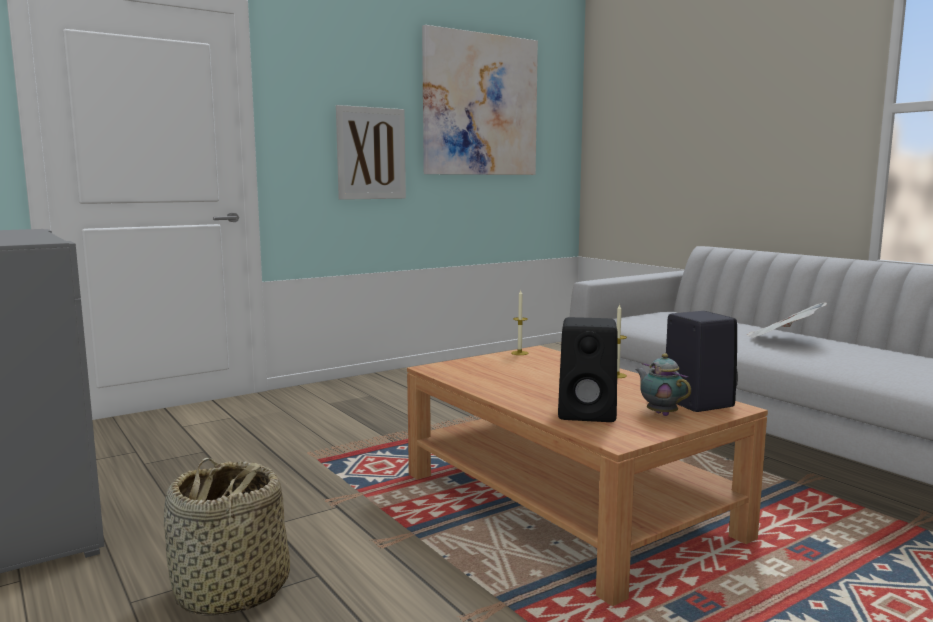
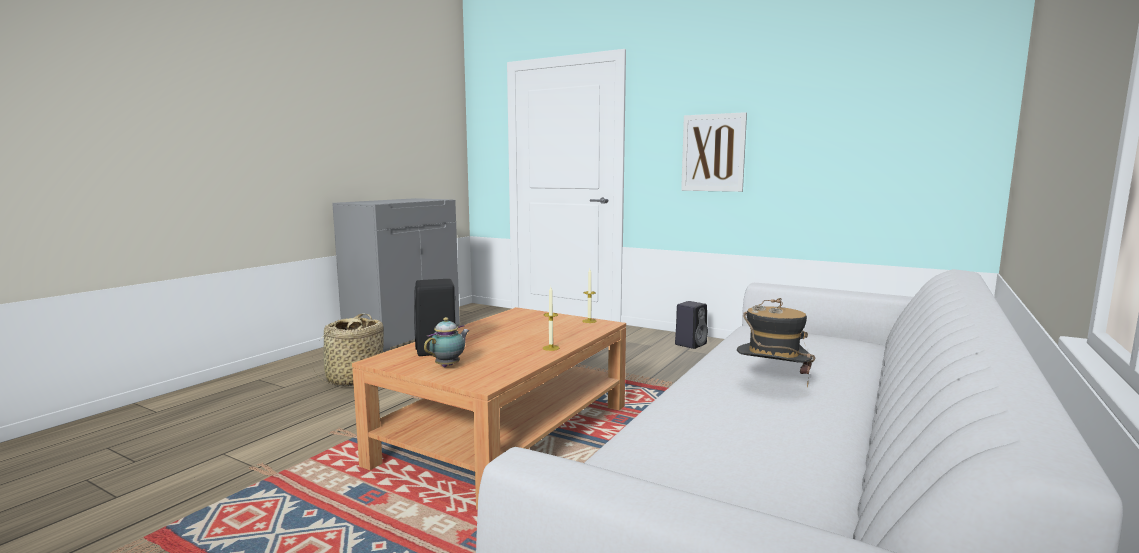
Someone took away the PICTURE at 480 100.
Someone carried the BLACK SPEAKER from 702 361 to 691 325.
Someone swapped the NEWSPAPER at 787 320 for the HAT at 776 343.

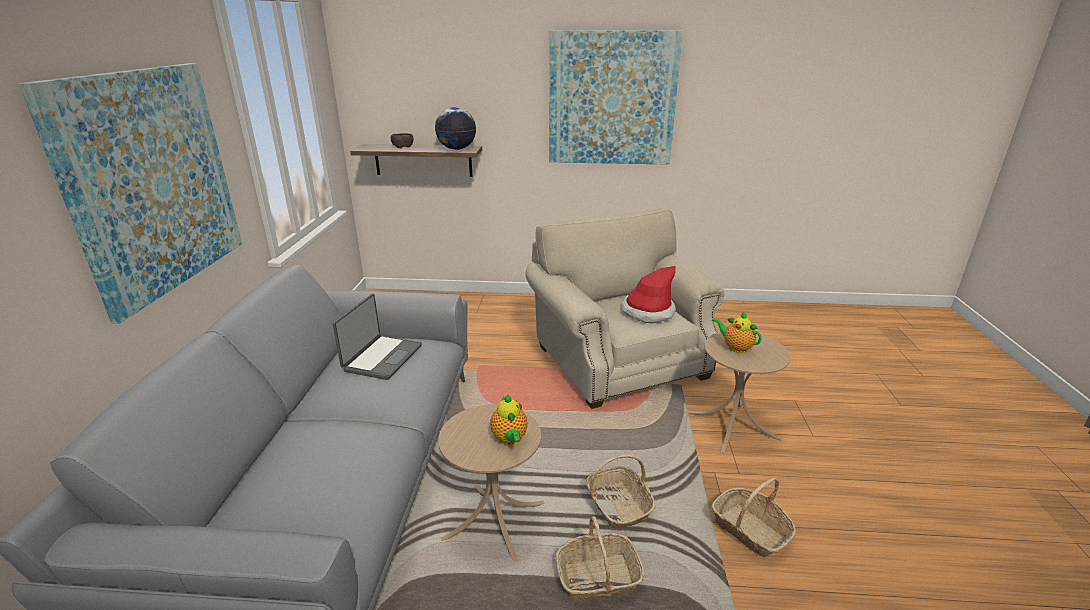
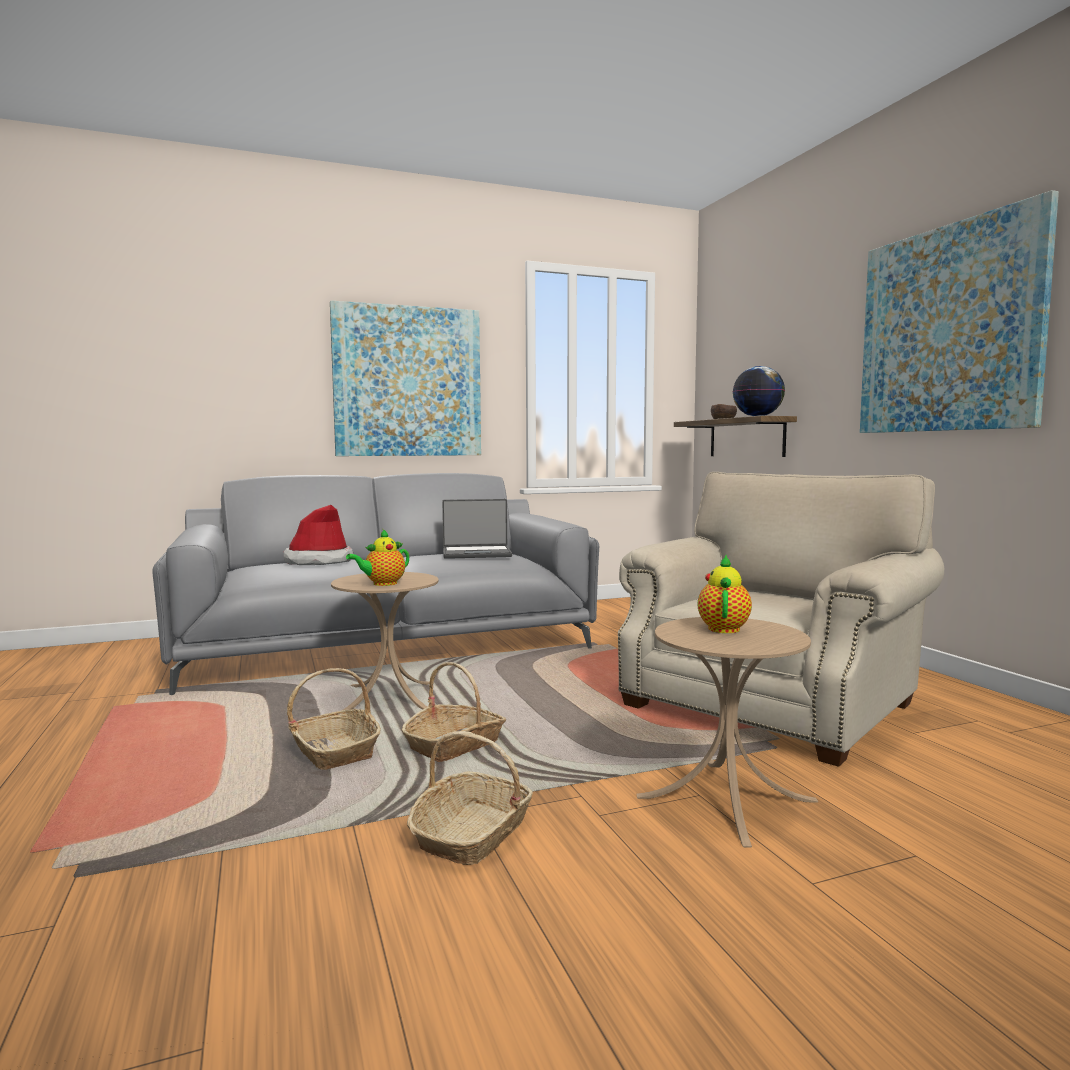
Someone carried the HAT from 649 294 to 318 535.

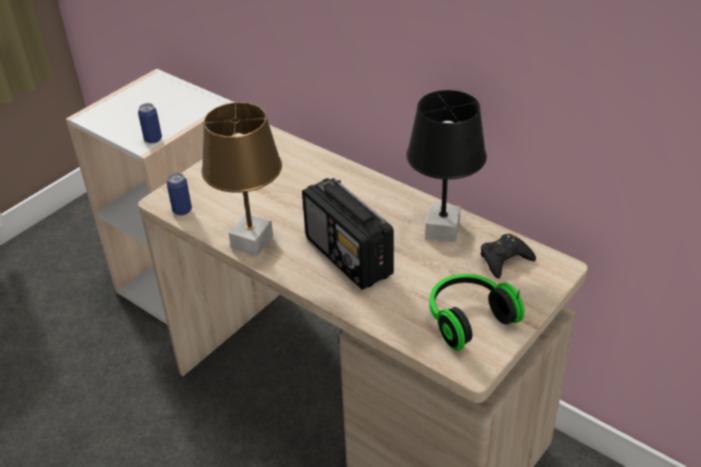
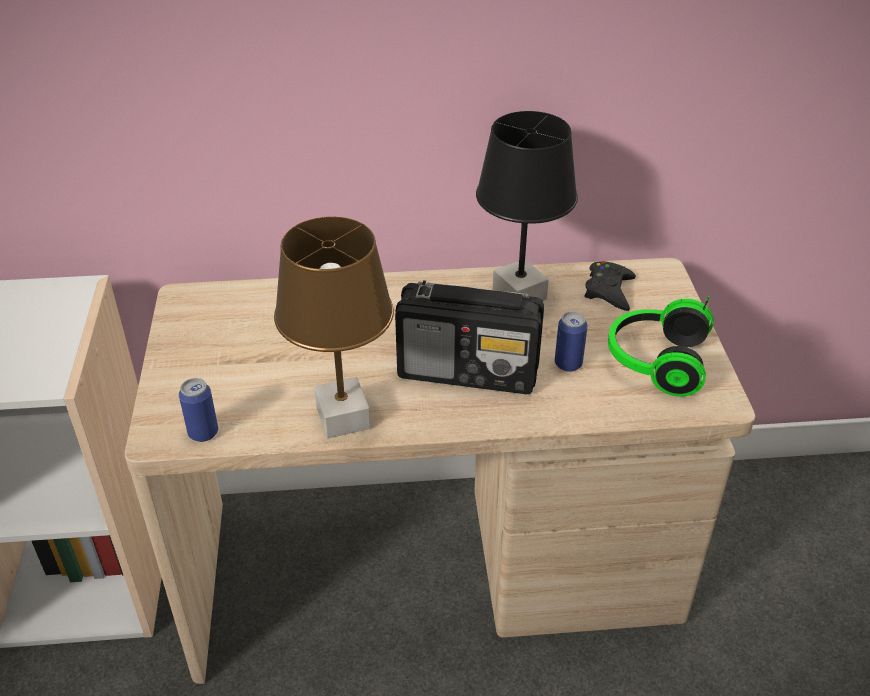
Someone carried the CAN from 150 123 to 571 341.

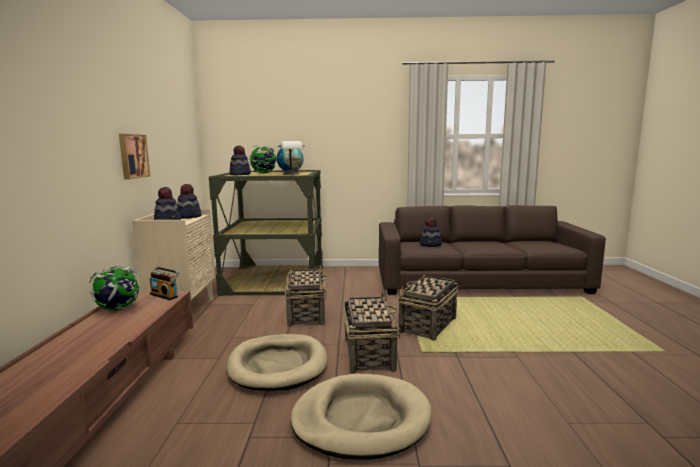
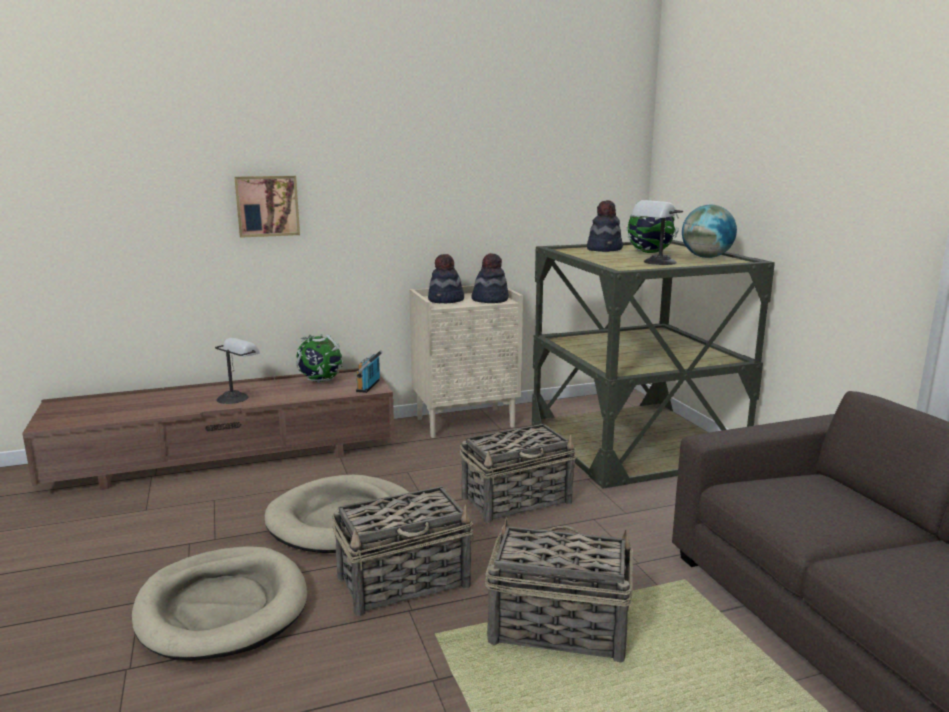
Someone carried the PICTURE from 134 157 to 267 207.
Someone took away the HAT at 431 232.
Someone put down the TABLE LAMP at 237 371.

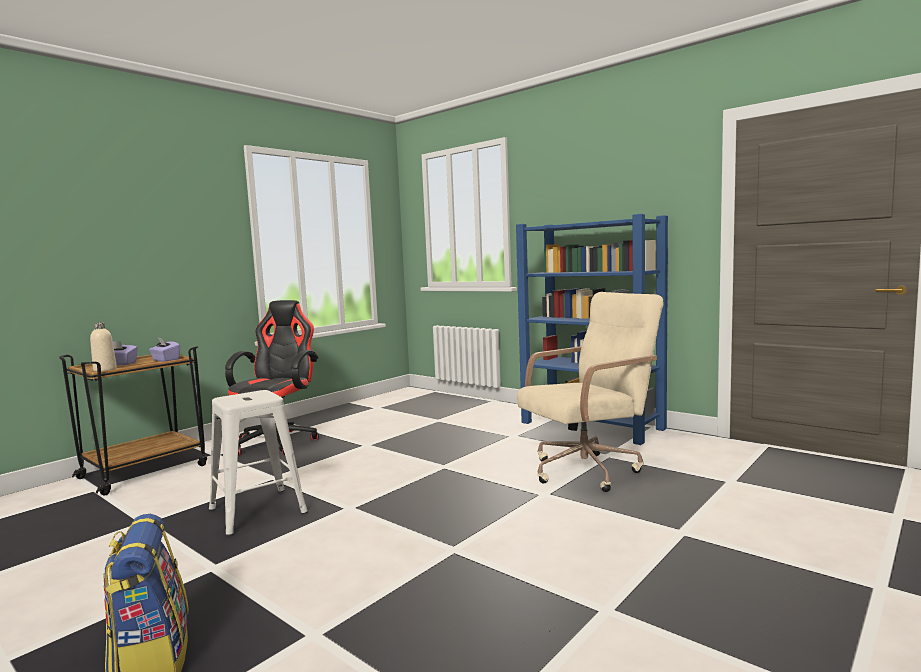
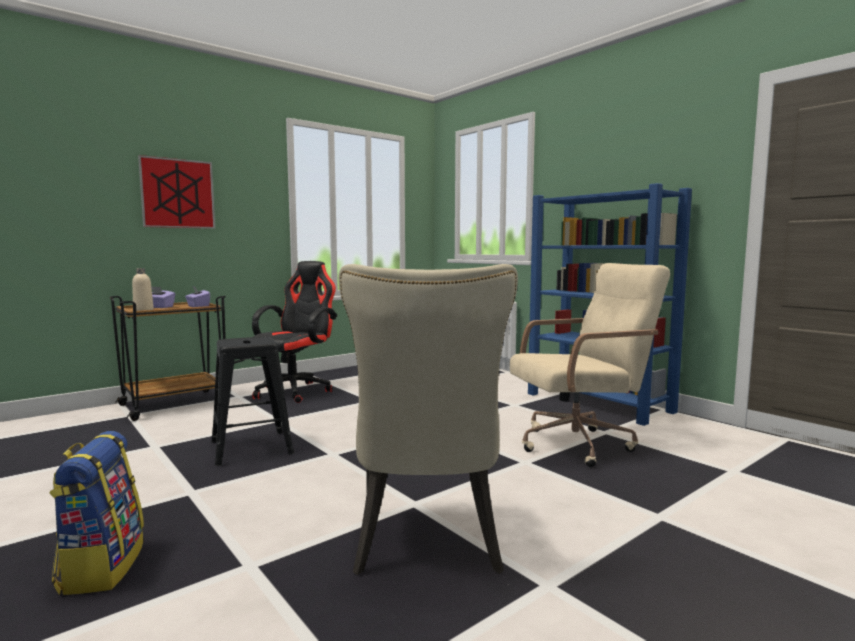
Someone repainted the WHITE STOOL at 258 463, which became the BLACK STOOL at 253 401.
Someone put up the PICTURE at 176 192.
Someone put down the BEIGE CHAIR at 428 419.

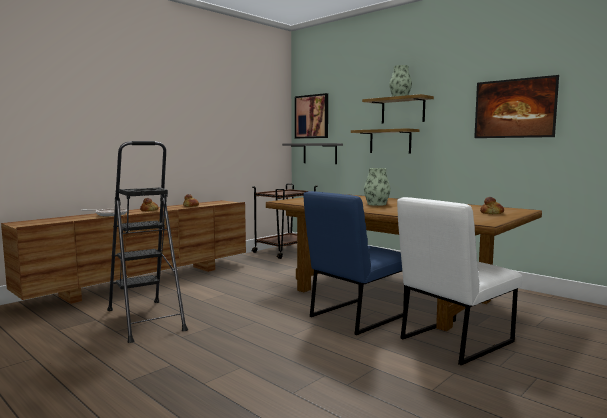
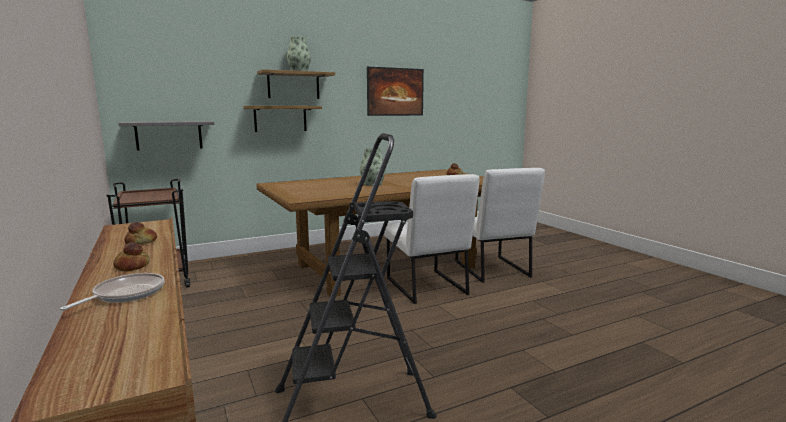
Someone took away the PICTURE at 311 116.
Someone repainted the BLUE CHAIR at 354 263, which became the WHITE CHAIR at 432 239.

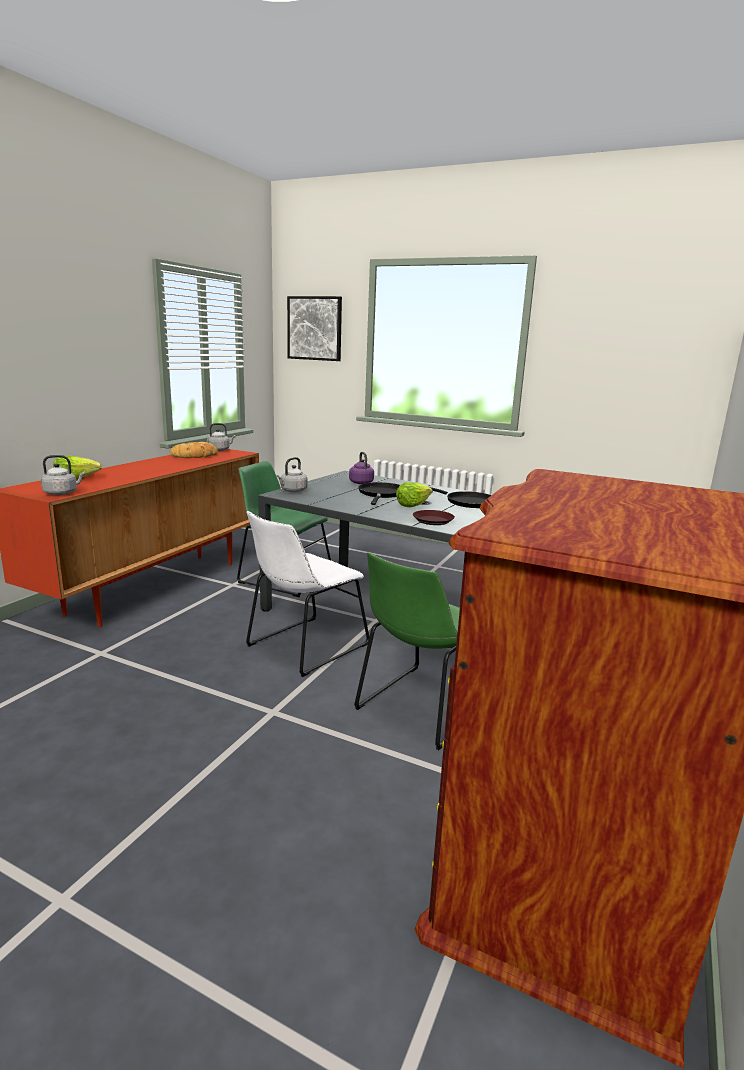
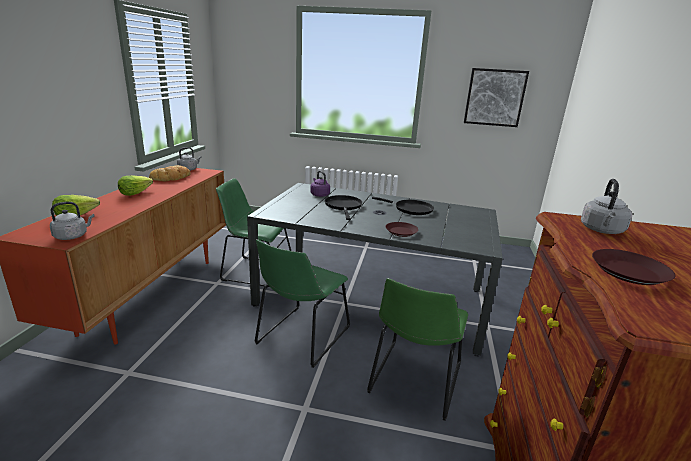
Someone repainted the WHITE CHAIR at 307 594, which became the GREEN CHAIR at 302 303.
Someone carried the GREY KETTLE from 292 474 to 606 206.
Someone carried the PICTURE from 314 328 to 496 97.
Someone carried the LETTUCE from 414 494 to 135 186.
Someone put down the BROWN PLATE at 634 267.

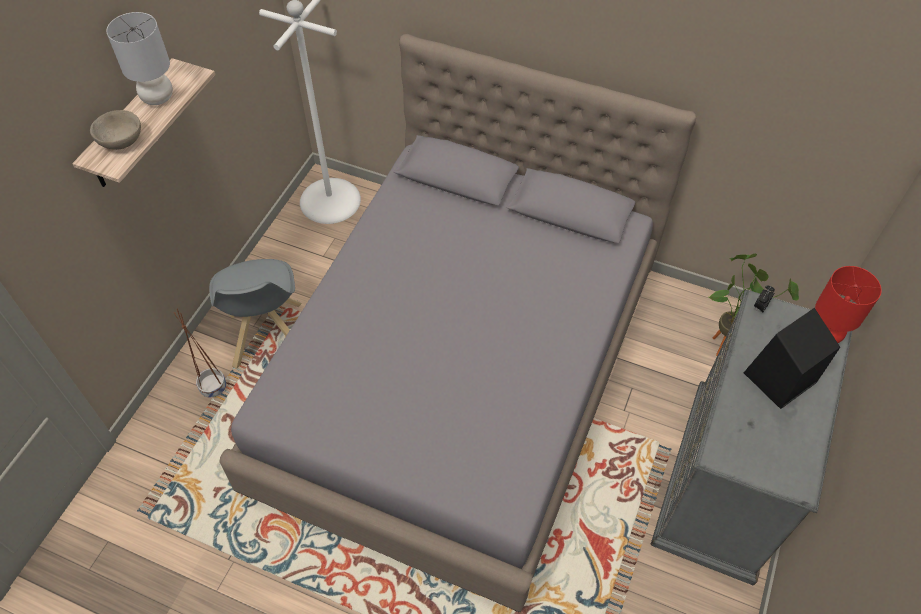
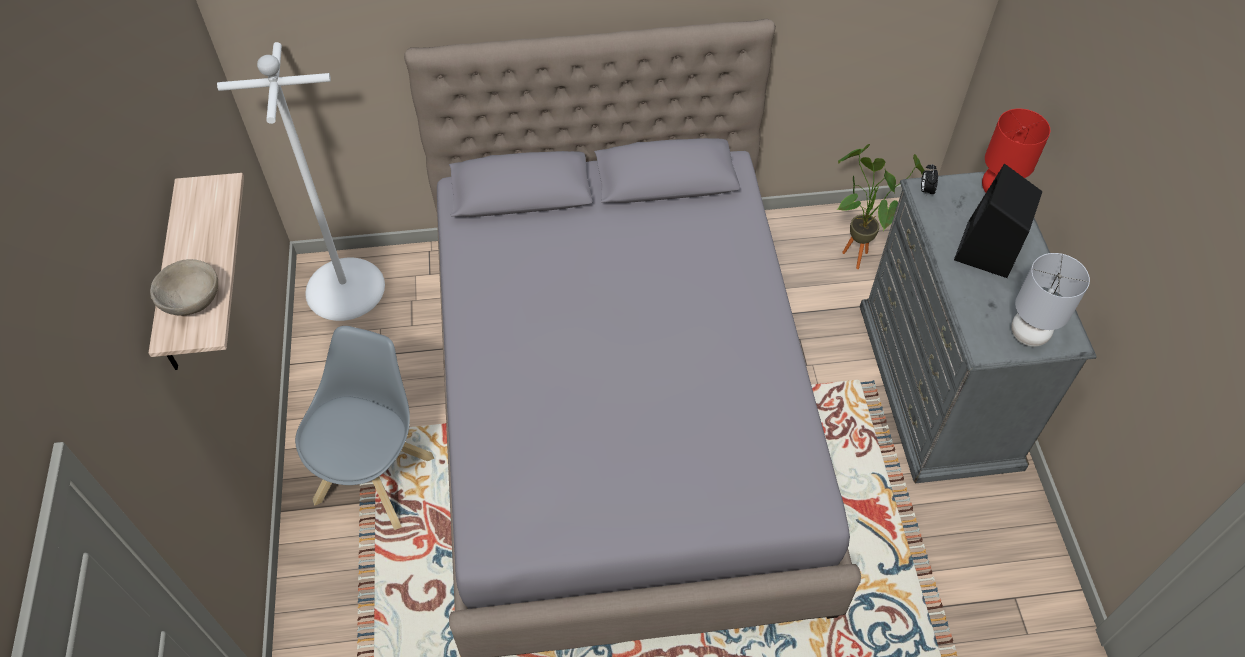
Someone carried the GREY TABLE LAMP from 139 58 to 1050 300.
Someone took away the BROWN PLANTER at 200 352.
Someone rotated the GREY CHAIR at 255 314 by 120 degrees counterclockwise.

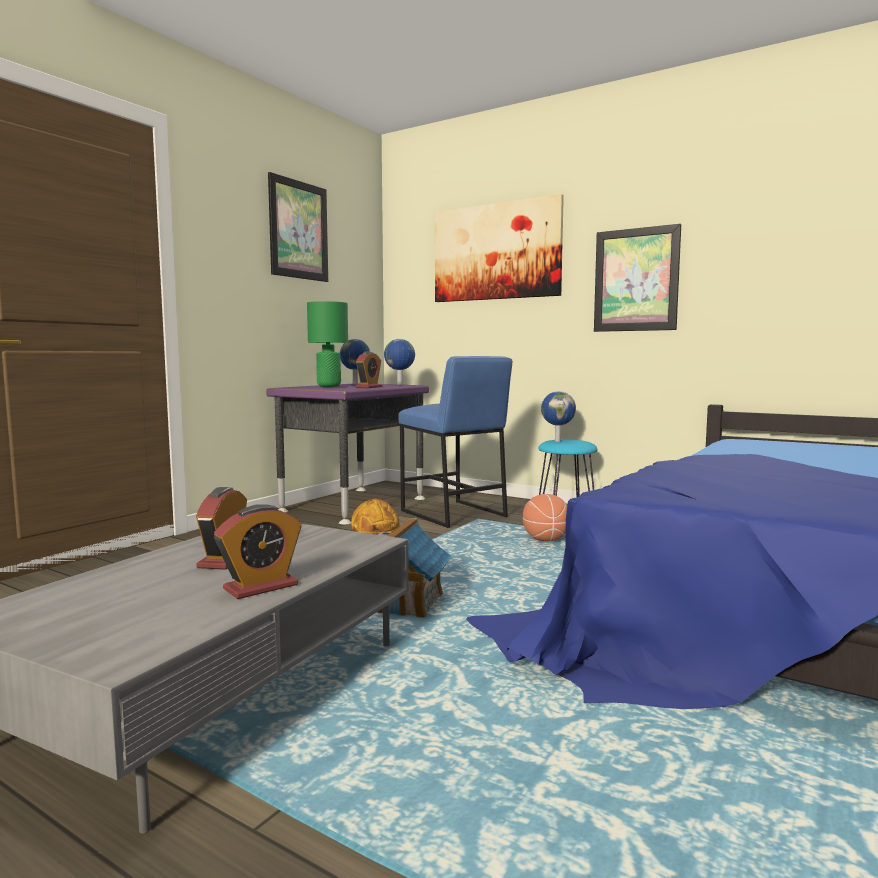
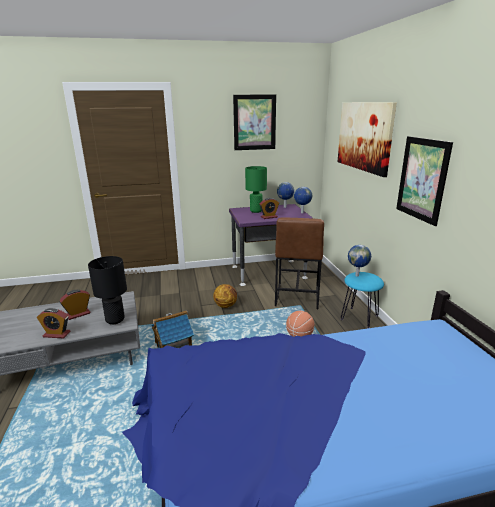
Someone repainted the BLUE CHAIR at 455 442, which became the BROWN CHAIR at 299 263.
Someone put down the BLACK TABLE LAMP at 107 290.

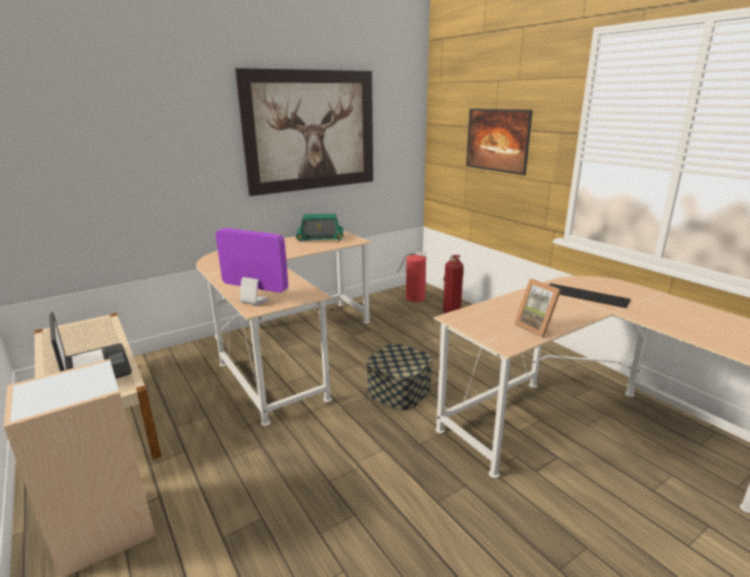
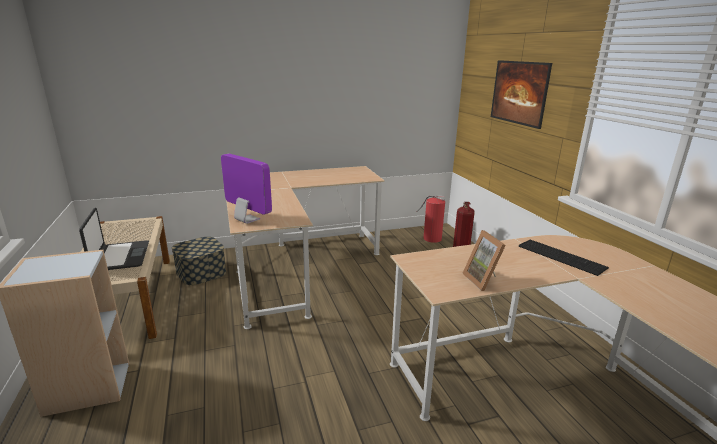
Someone took away the PICTURE at 304 132.
Someone took away the RADIO at 319 228.
Someone carried the STORAGE BOX from 399 377 to 199 261.

